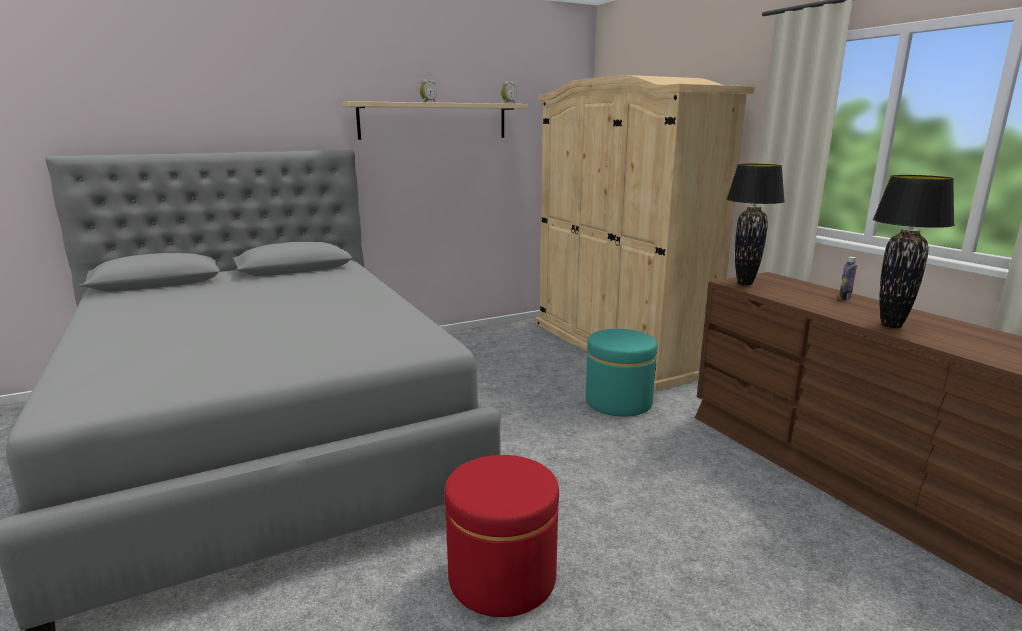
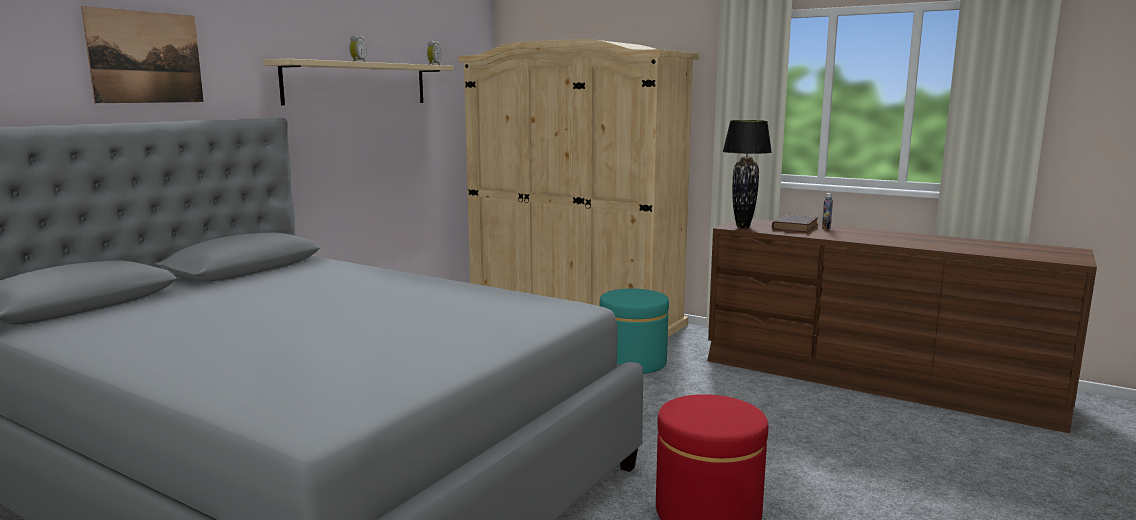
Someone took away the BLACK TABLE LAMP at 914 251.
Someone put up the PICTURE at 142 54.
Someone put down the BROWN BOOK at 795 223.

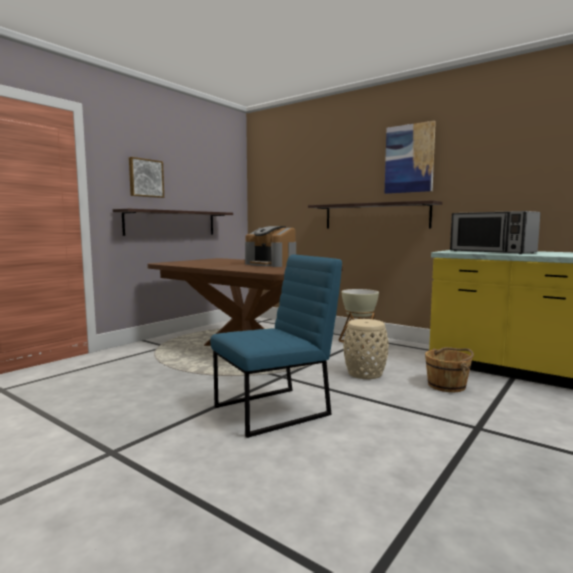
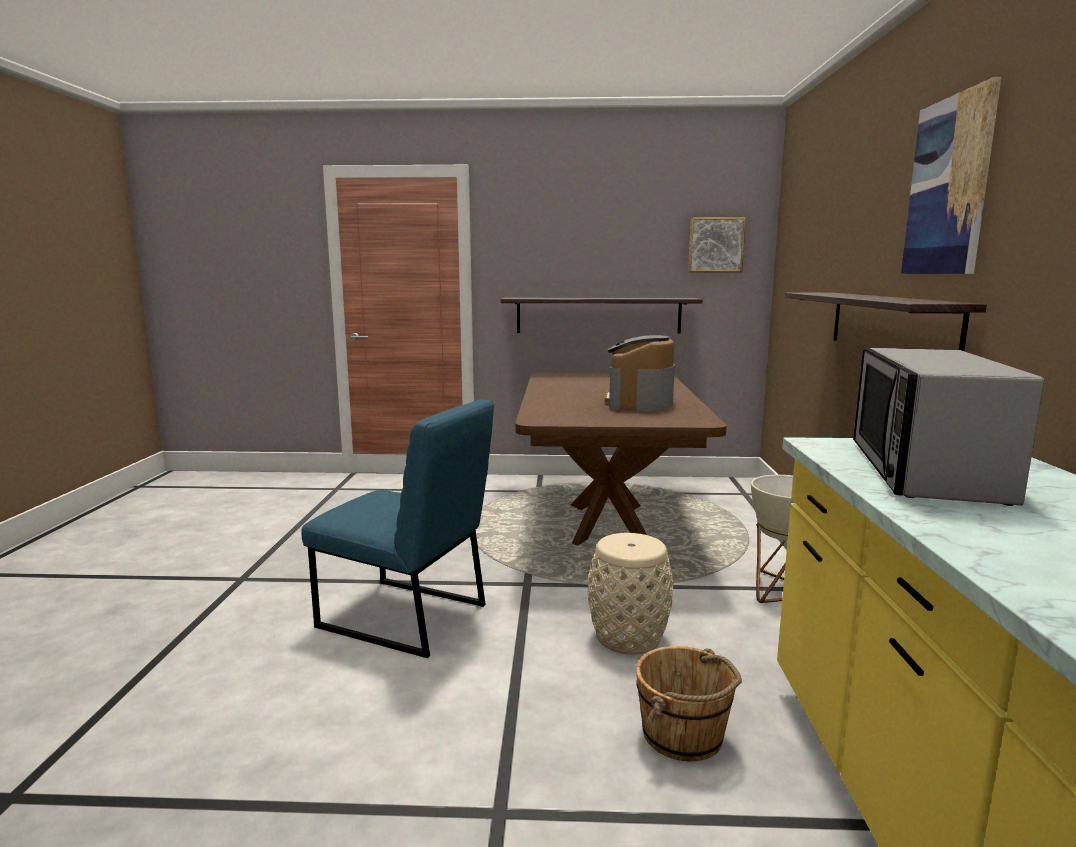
Someone carried the PICTURE from 146 177 to 717 244.

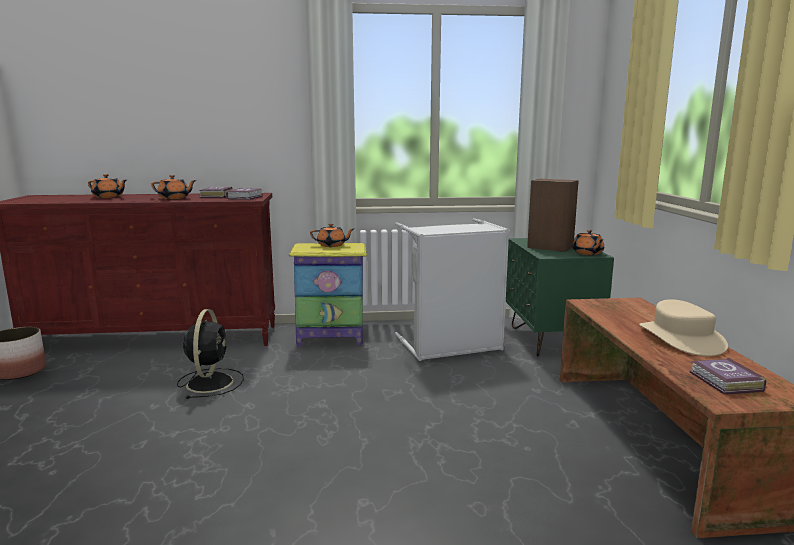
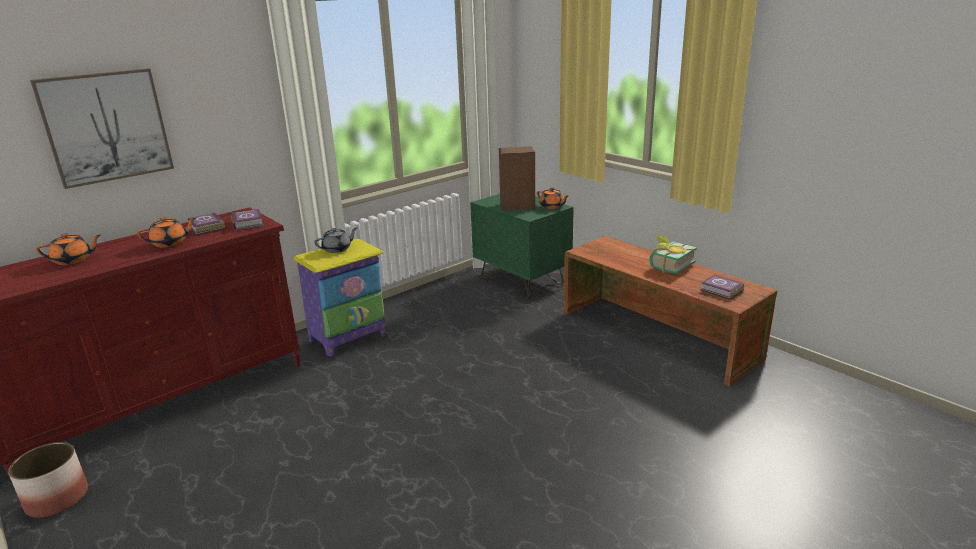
Someone took away the BLACK FAN at 210 354.
Someone repainted the ORANGE TEAPOT at 332 235, which became the GREY TEAPOT at 335 240.
Someone took away the GREY LAUNDRY BASKET at 452 289.
Someone swapped the BEIGE HAT at 683 327 for the BOOK at 673 254.
Someone put up the PICTURE at 102 128.

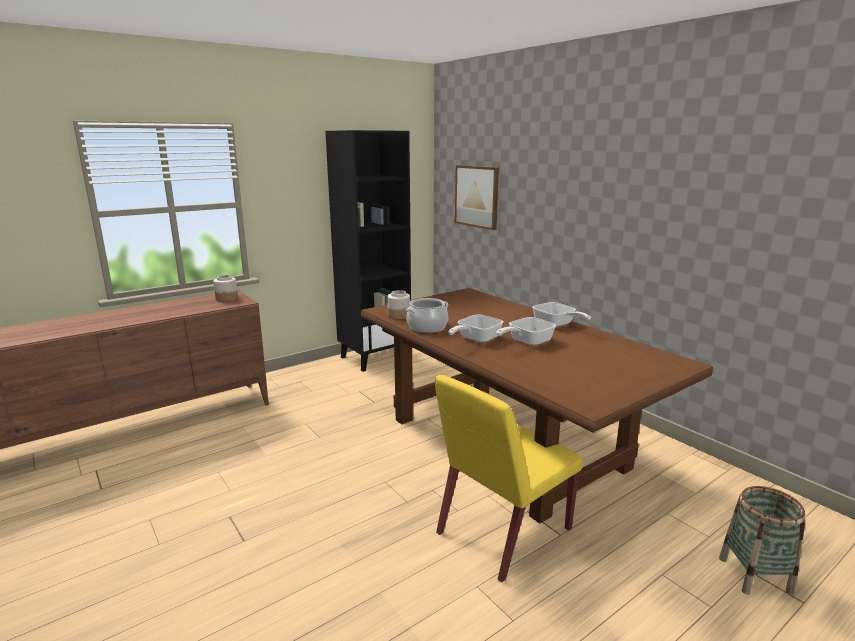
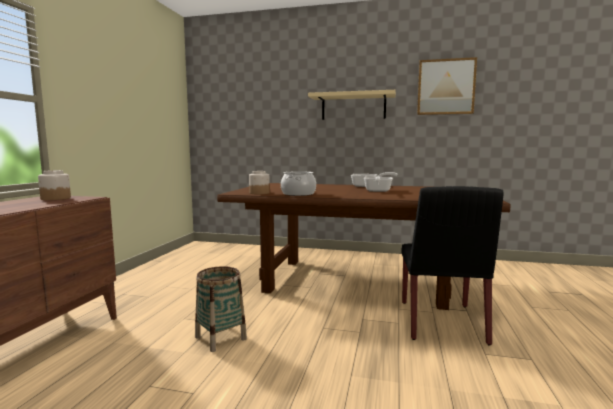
Someone took away the BLACK BOOKCASE at 368 251.
Someone repainted the YELLOW CHAIR at 509 479, which became the BLACK CHAIR at 452 265.
Someone took away the FRYING PAN at 476 328.
Someone carried the PICTURE from 477 197 to 447 86.
Someone carried the BASKET from 762 540 to 221 309.
Someone put up the BEIGE SHELF at 352 105.

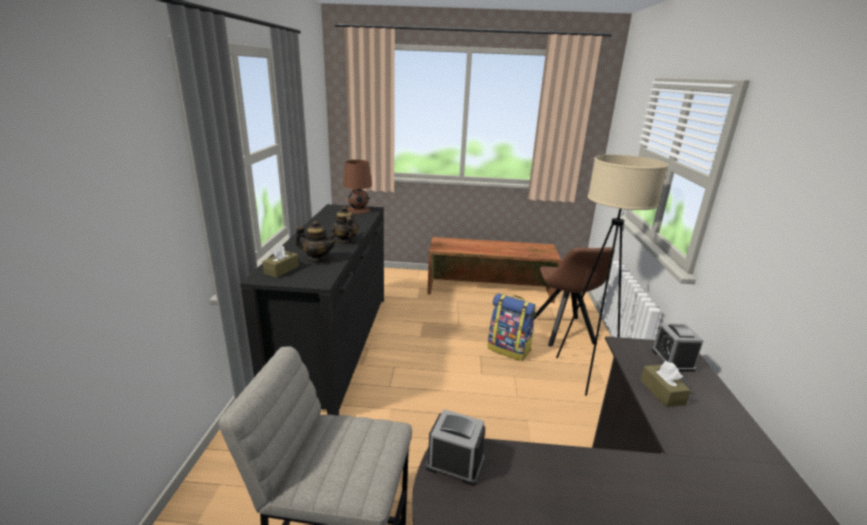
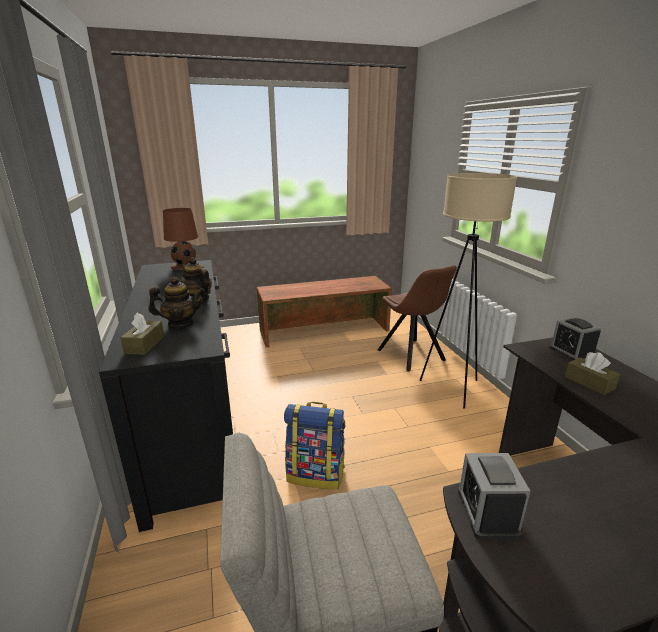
Someone rotated the ALARM CLOCK at 455 447 by 90 degrees counterclockwise.
Someone carried the BACKPACK from 511 327 to 314 445.

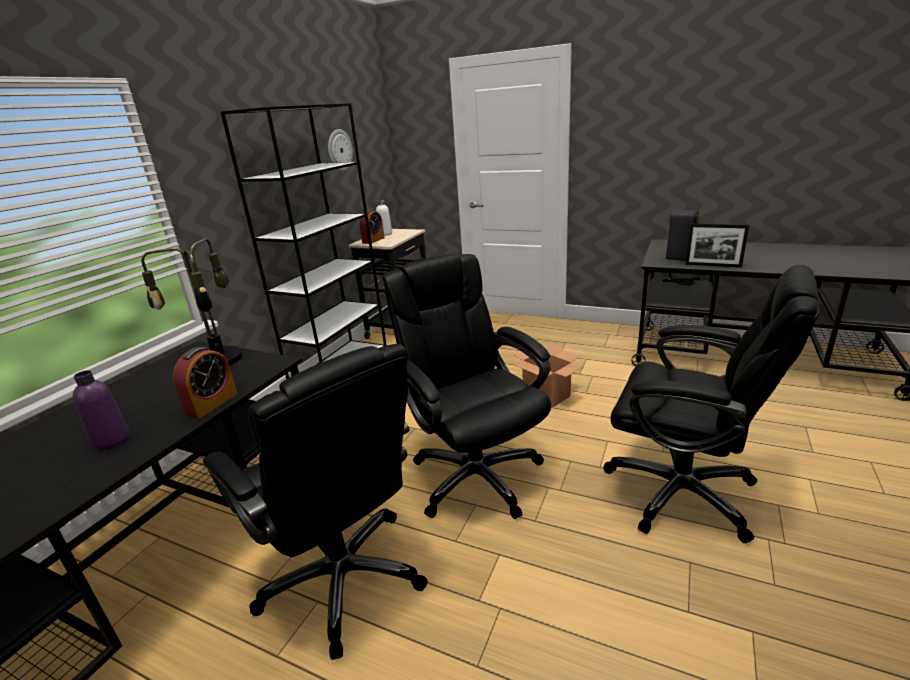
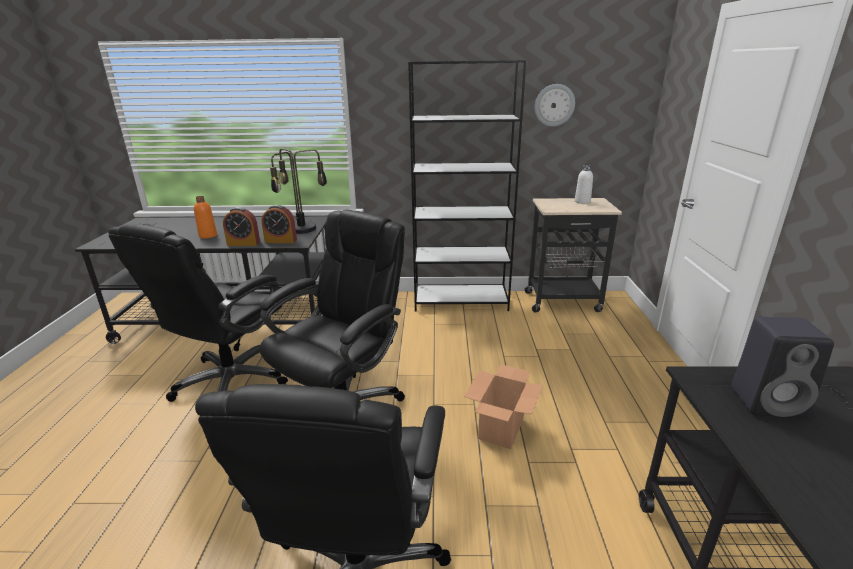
Someone repainted the PURPLE BOTTLE at 101 410, which became the ORANGE BOTTLE at 205 217.
Someone carried the ALARM CLOCK from 372 226 to 279 224.
Someone took away the PICTURE FRAME at 717 245.

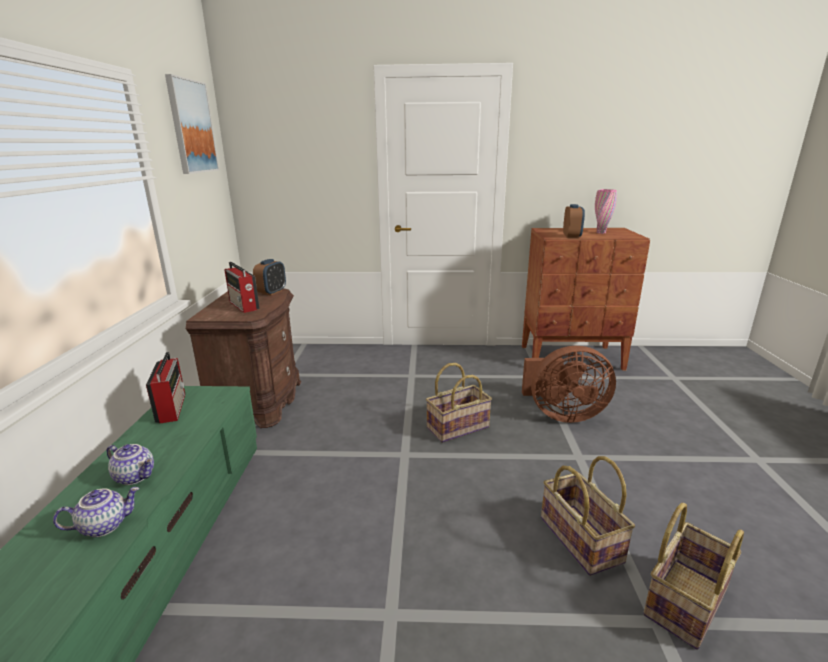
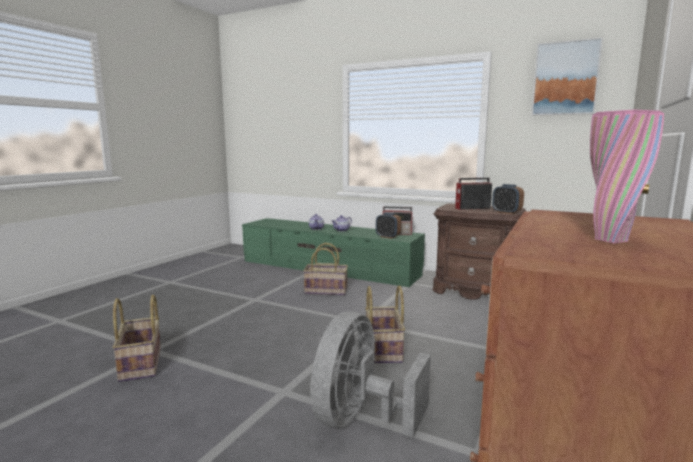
Someone repainted the BROWN FAN at 569 384, which became the GREY FAN at 370 374.
Someone carried the BASKET from 588 516 to 325 269.
Someone carried the ALARM CLOCK from 574 221 to 388 226.

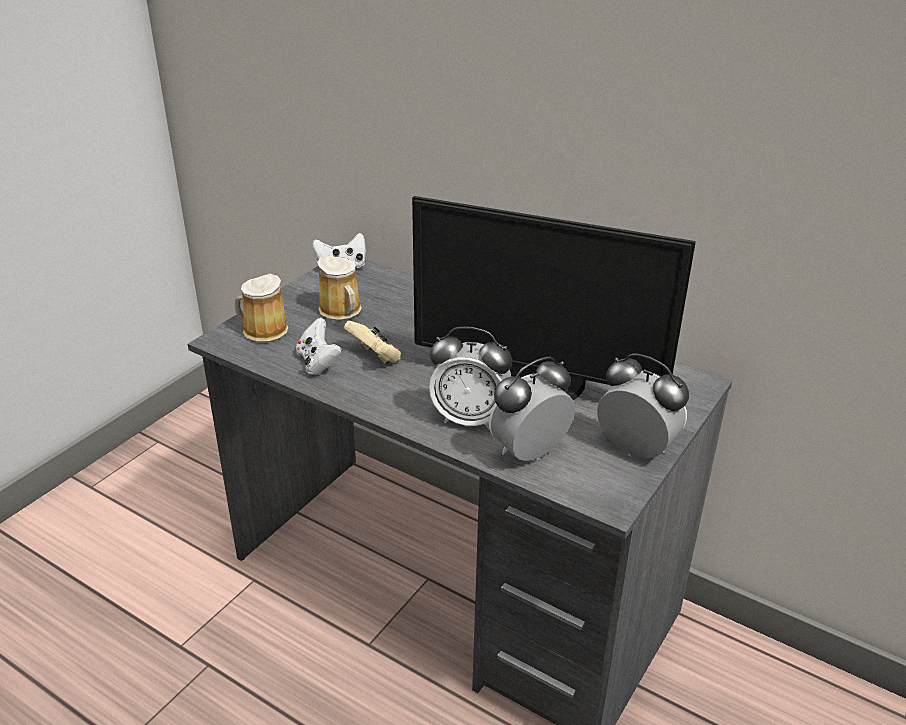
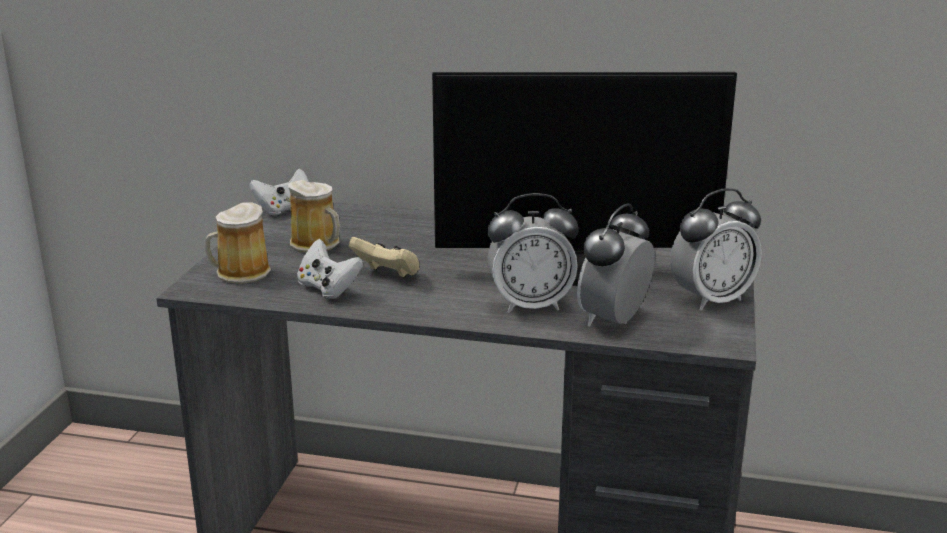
Someone rotated the ALARM CLOCK at 643 405 by 135 degrees clockwise.

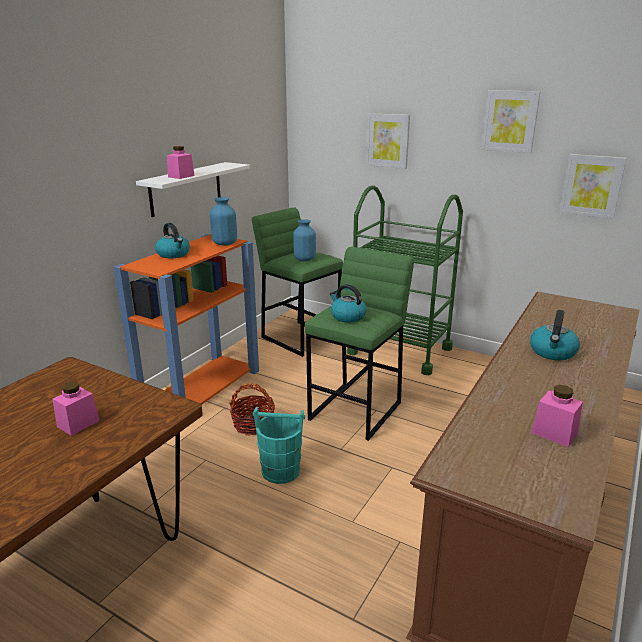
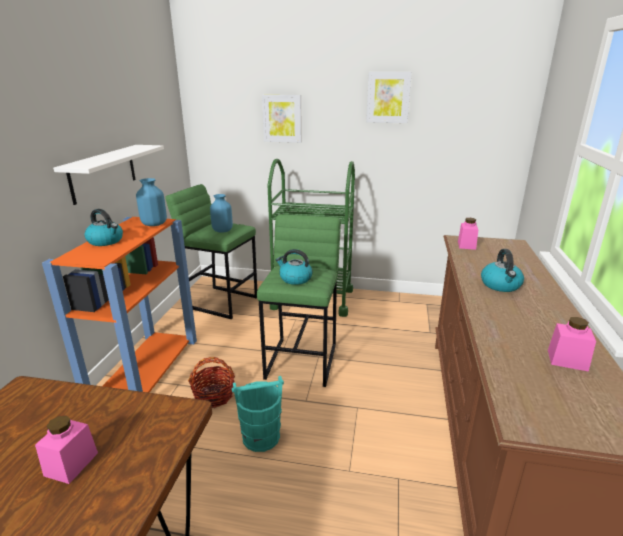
Someone carried the PINK JAR from 181 162 to 468 234.
Someone took away the PICTURE at 593 186.

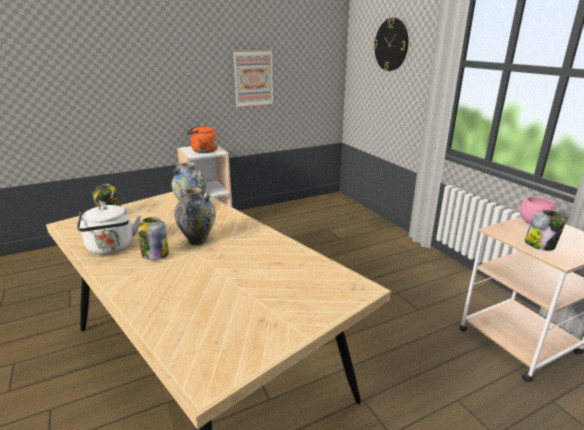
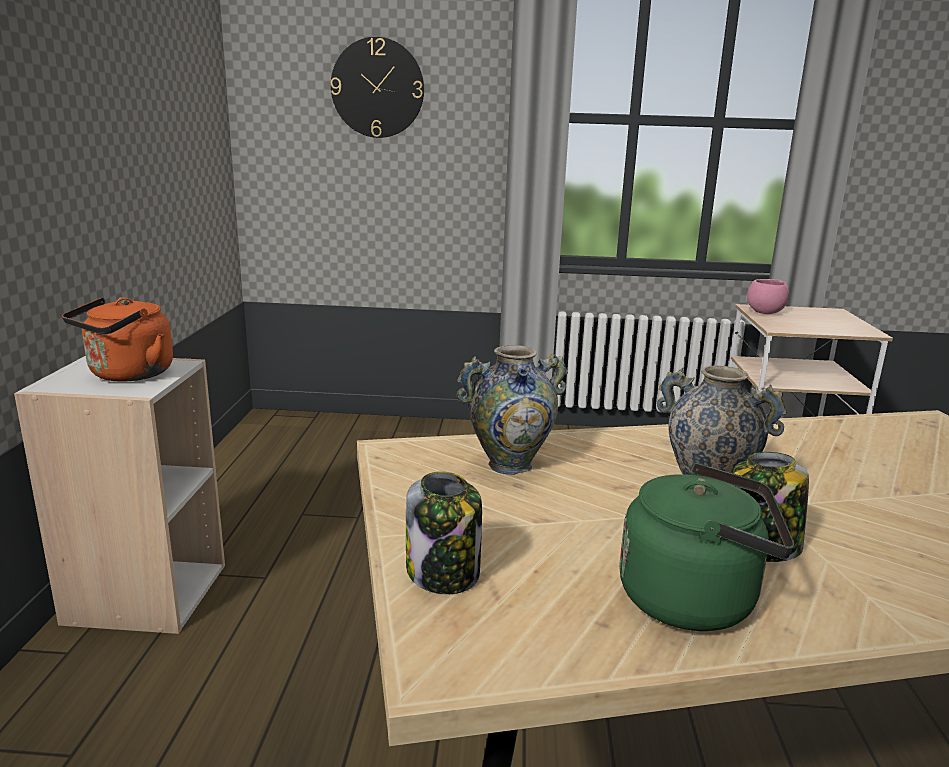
Someone repainted the WHITE KETTLE at 109 230, which became the GREEN KETTLE at 707 547.
Someone took away the PICTURE at 253 79.
Someone took away the JAR at 545 230.

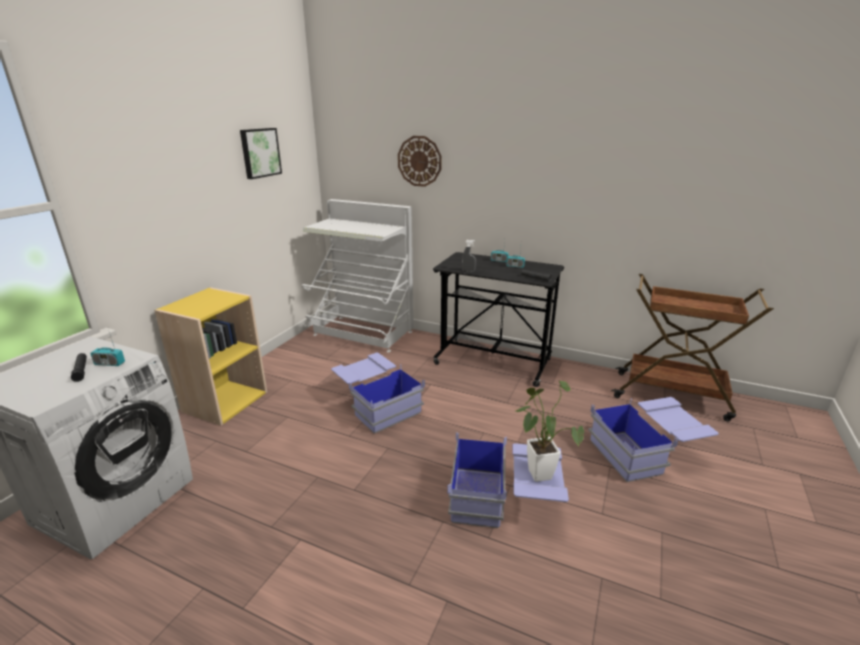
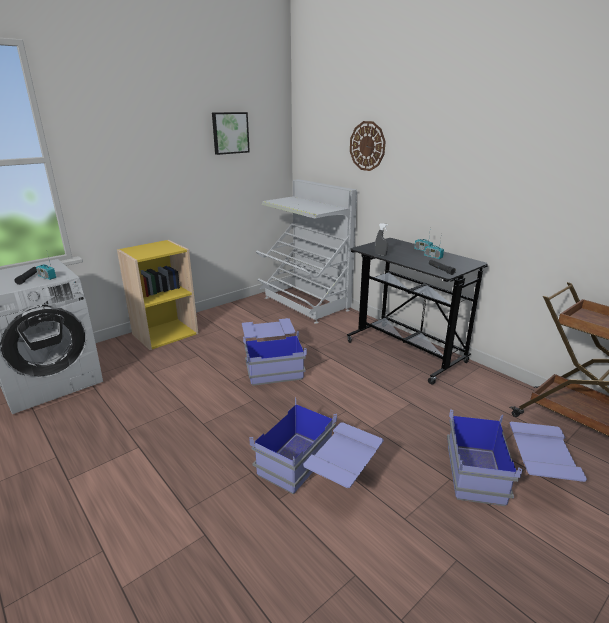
Someone took away the POTTED PLANT at 549 431.

